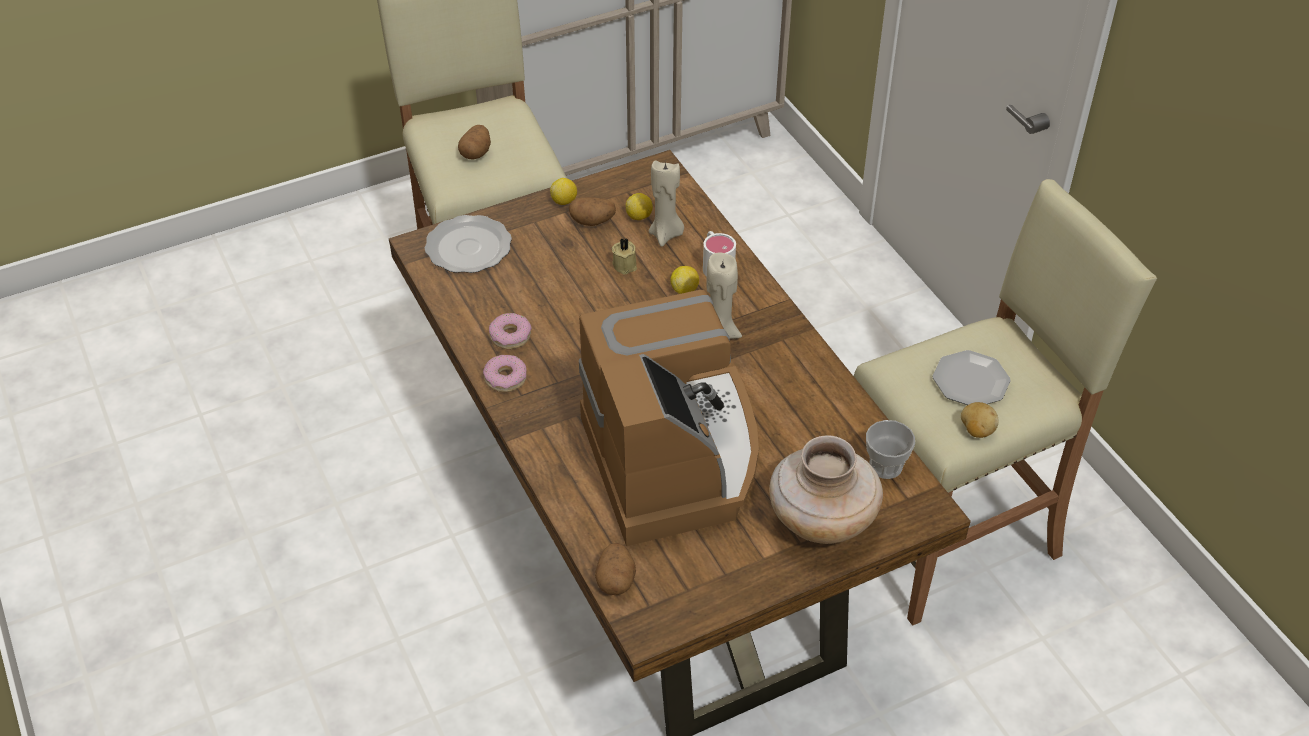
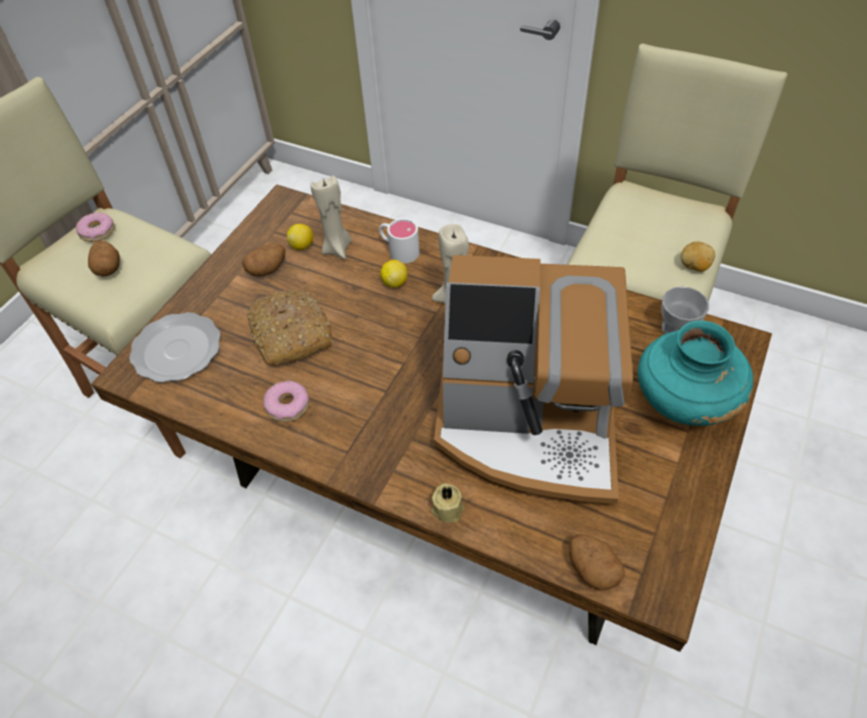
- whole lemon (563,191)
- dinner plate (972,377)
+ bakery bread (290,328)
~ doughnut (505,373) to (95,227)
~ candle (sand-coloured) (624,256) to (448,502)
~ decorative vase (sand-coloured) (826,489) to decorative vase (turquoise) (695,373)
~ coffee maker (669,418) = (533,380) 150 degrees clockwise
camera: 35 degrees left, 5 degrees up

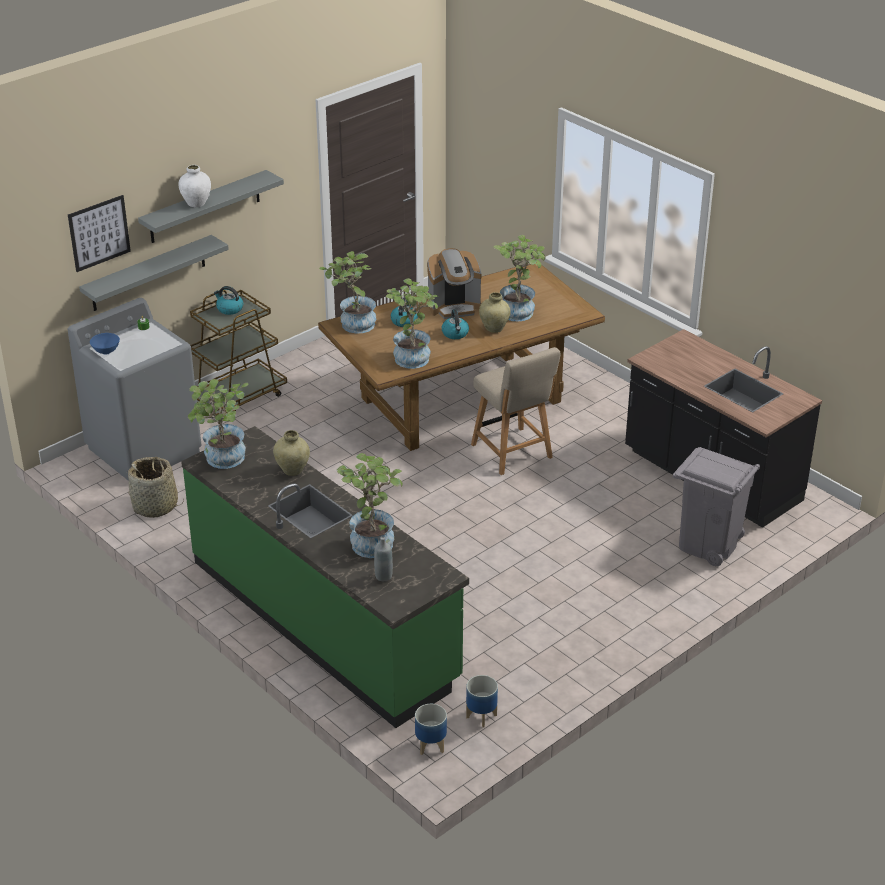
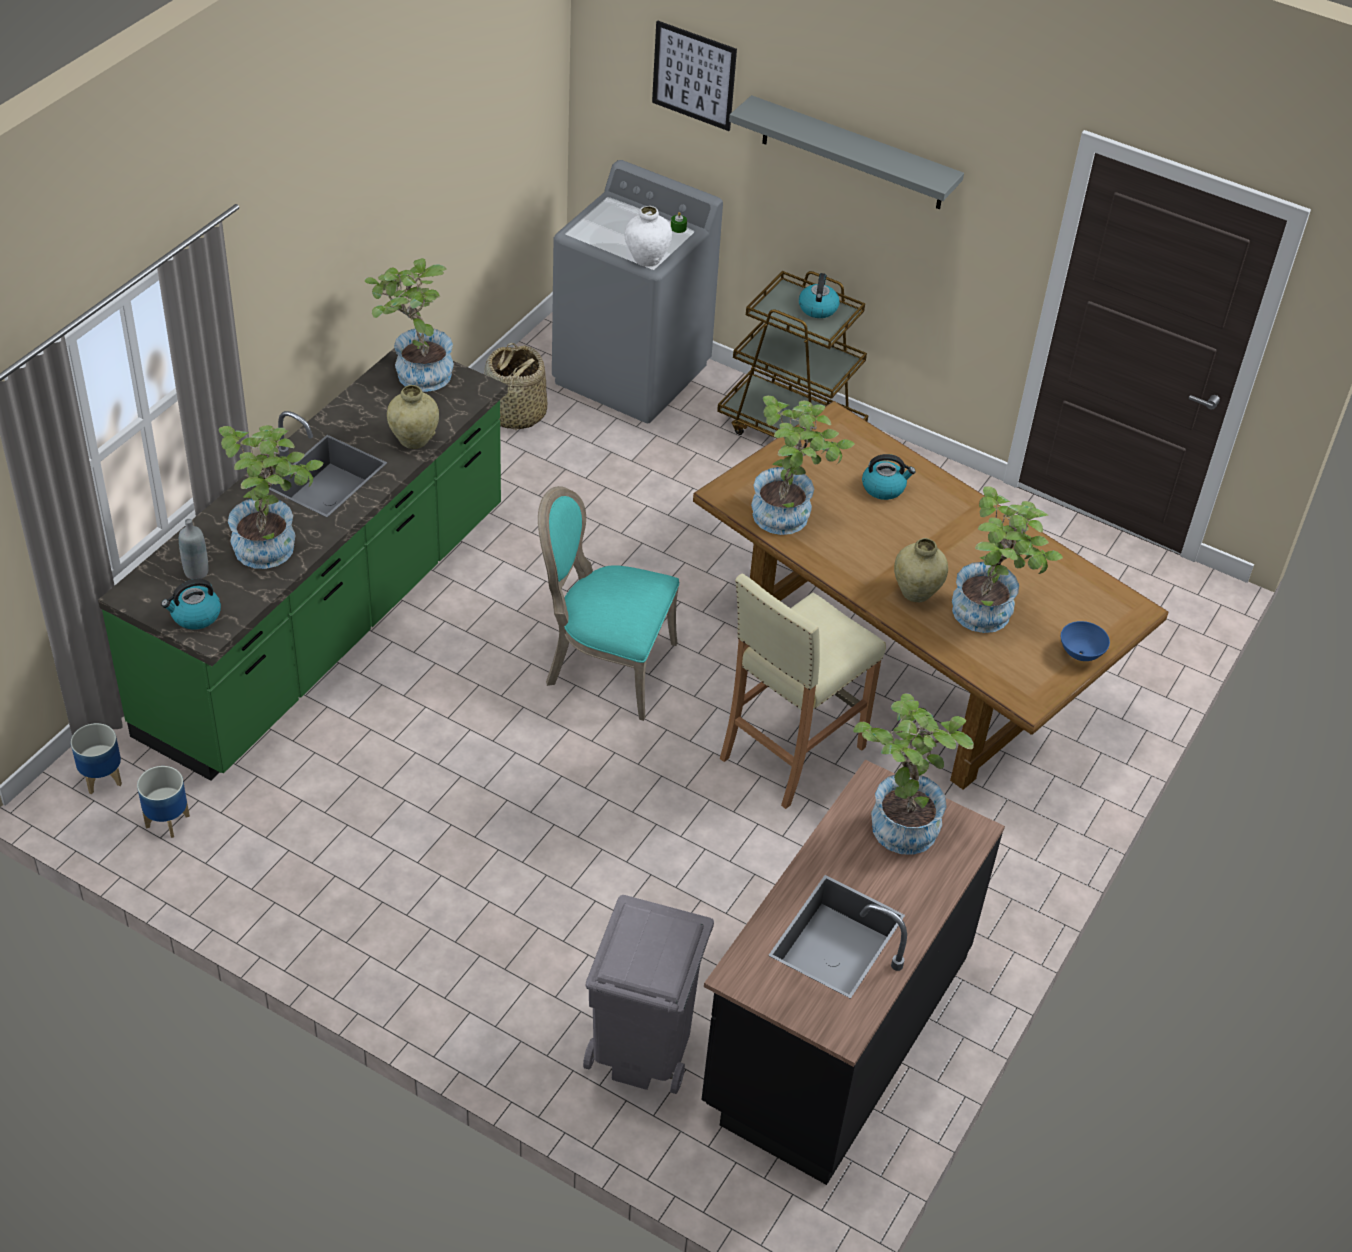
- shelf (grey) (154,273)
- coffee maker (454,283)
+ upright chair (turquoise) (608,603)
~ bowl (blue-coloured) (105,344) to (1085,641)
~ decorative vase (whitish) (194,186) to (648,236)
~ houseplant (347,292) to (913,774)
~ water kettle (455,324) to (191,604)
~ upright chair (sand-coloured) (515,411) to stool seat (sand-coloured) (803,691)
camera: 70 degrees right, 10 degrees up

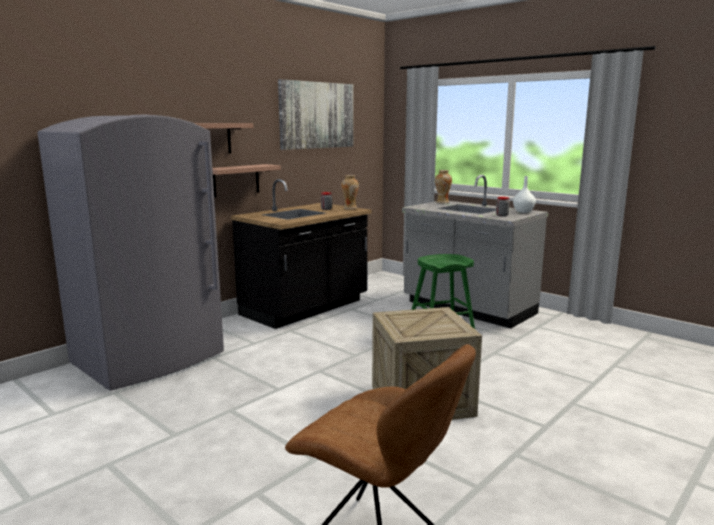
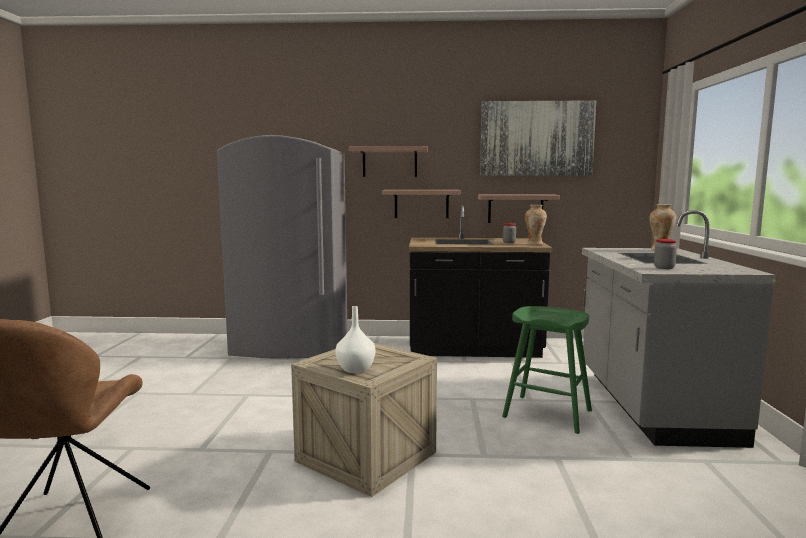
+ shelf (519,208)
~ decorative vase (whitish) (524,194) to (355,339)
camera: 50 degrees right, 5 degrees down

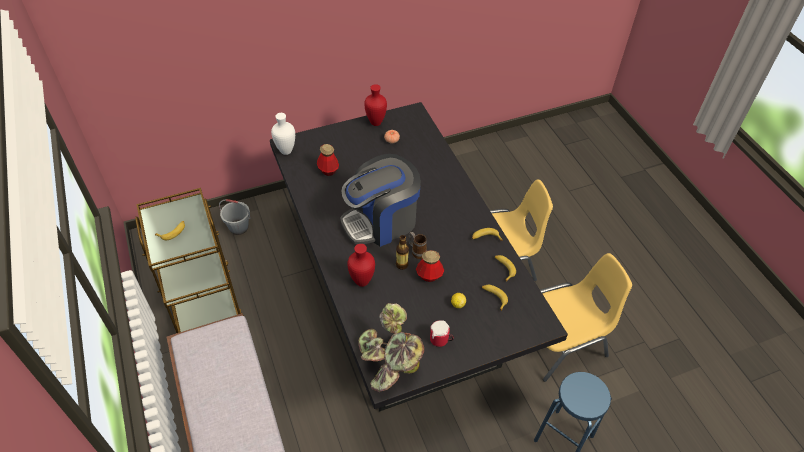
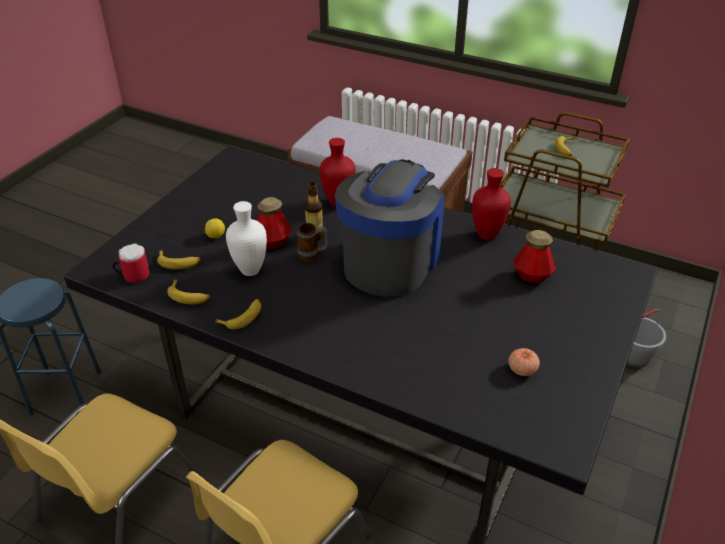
- houseplant (391,347)
~ decorative vase (whitish) (283,134) to (246,238)
~ decorative vase (red) (375,105) to (491,204)
~ tea mug (442,333) to (130,263)
camera: 140 degrees right, 10 degrees down

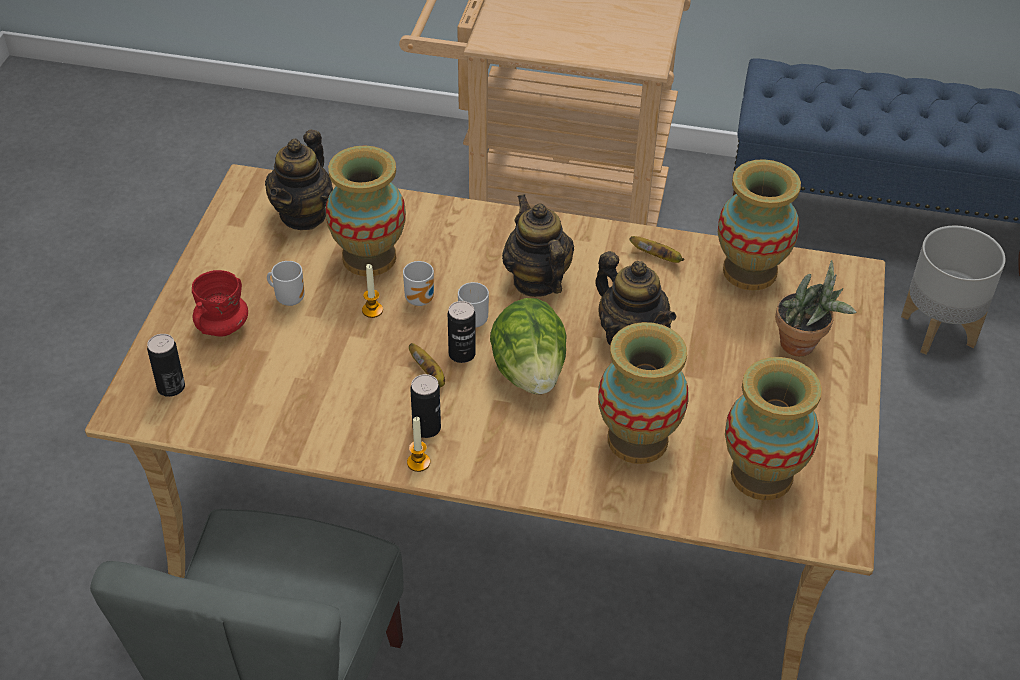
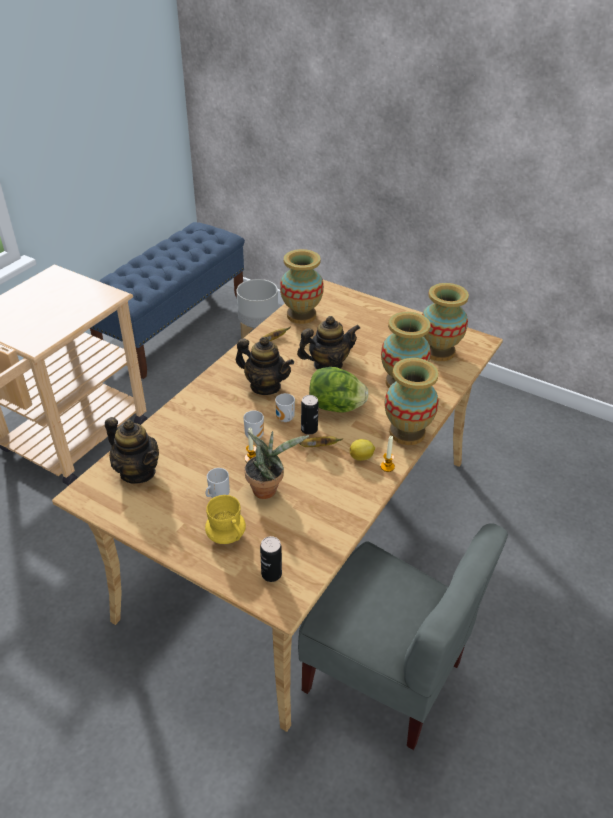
~ decorative vase (366,211) to (412,401)
~ houseplant (815,308) to (276,465)
~ can (425,406) to whole lemon (362,450)
~ tea mug (red) (220,303) to tea mug (yellowish) (225,519)
~ pot for tea (538,245) = (265,366) 150 degrees counterclockwise
camera: 70 degrees left, 5 degrees down

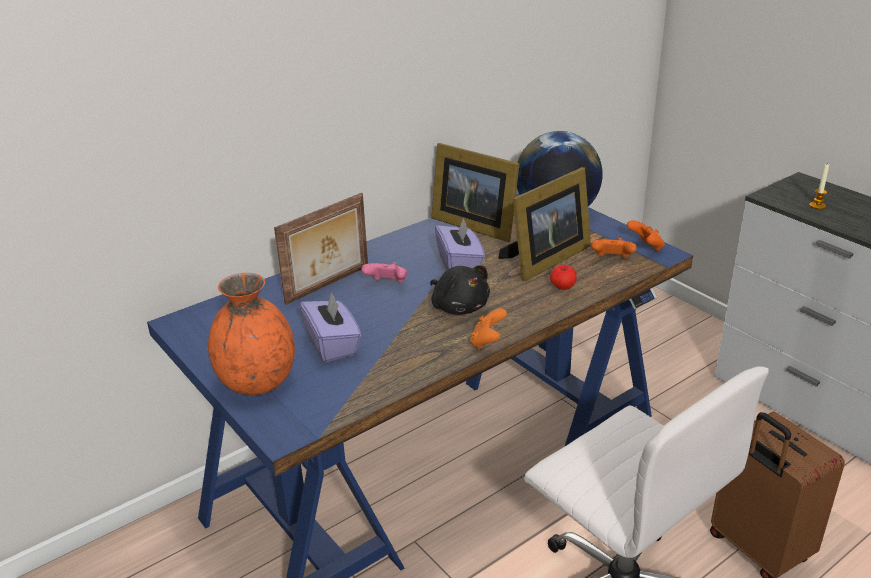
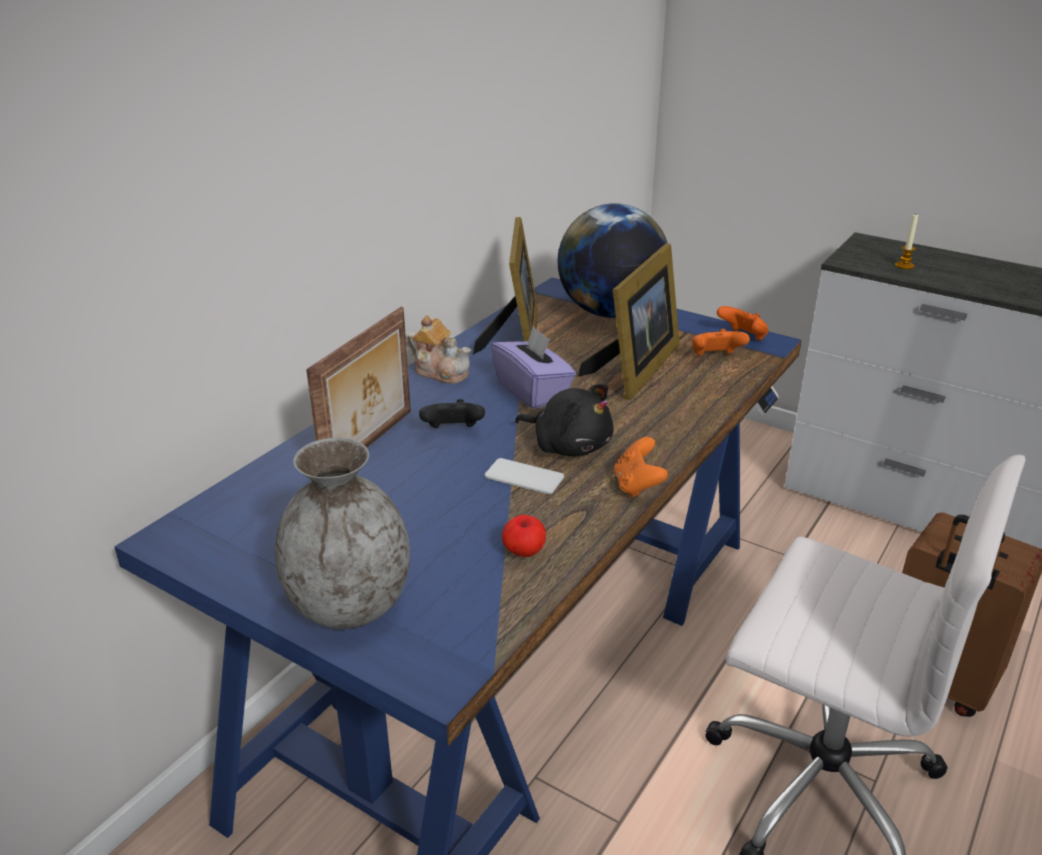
- tissue box (purple-coloured) (330,327)
+ pot for tea (438,349)
+ telephone (524,476)
~ apple fruit (563,277) to (524,536)
~ decorative vase (orangey) (251,334) to decorative vase (grey) (342,533)
~ game controller (pink-coloured) (384,272) to game controller (black) (452,413)
~ photo frame (475,192) = (505,285) 105 degrees counterclockwise
camera: 20 degrees left, 0 degrees up

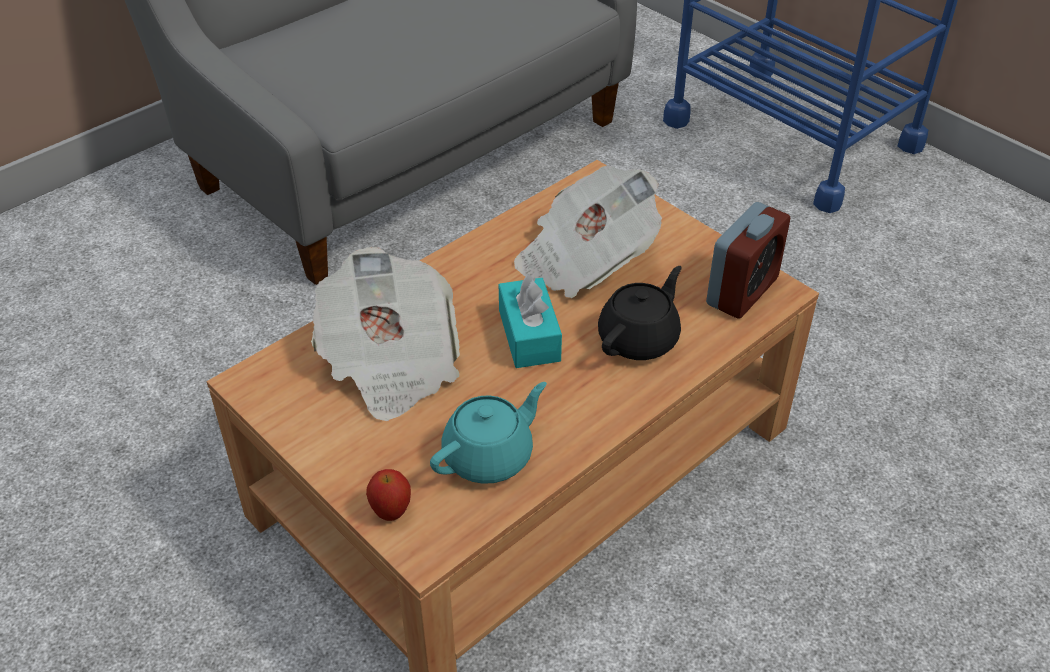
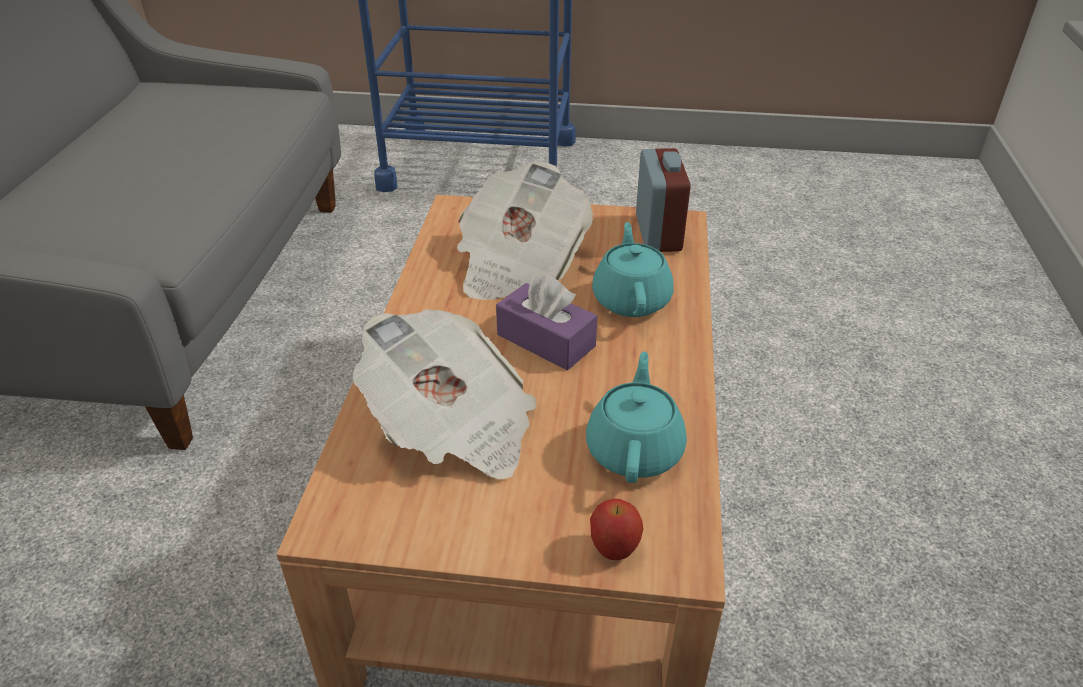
~ tissue box (turquoise) (530,321) to tissue box (purple-coloured) (546,322)
~ pot for tea (black) (640,313) to pot for tea (turquoise) (633,269)
camera: 40 degrees left, 5 degrees down

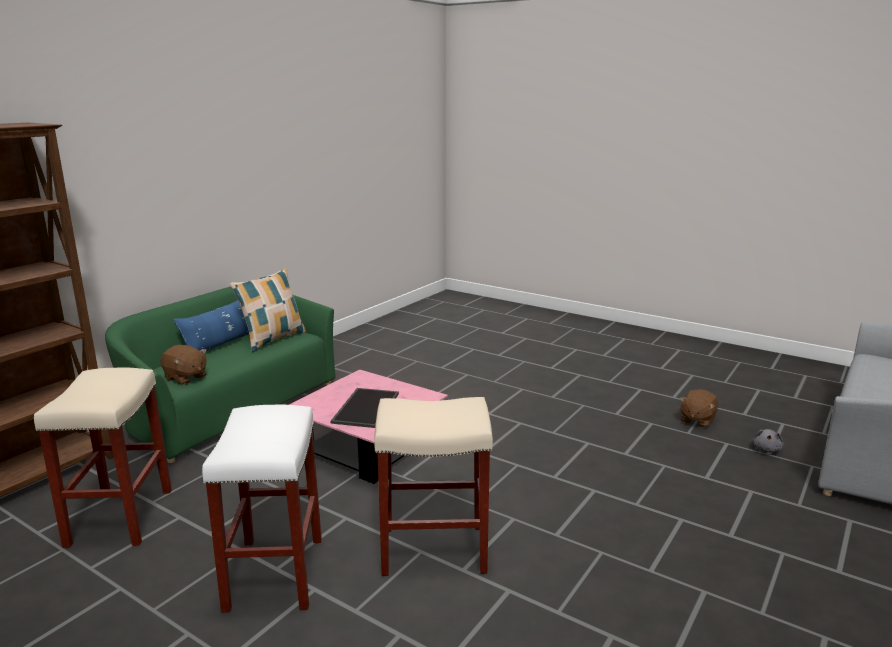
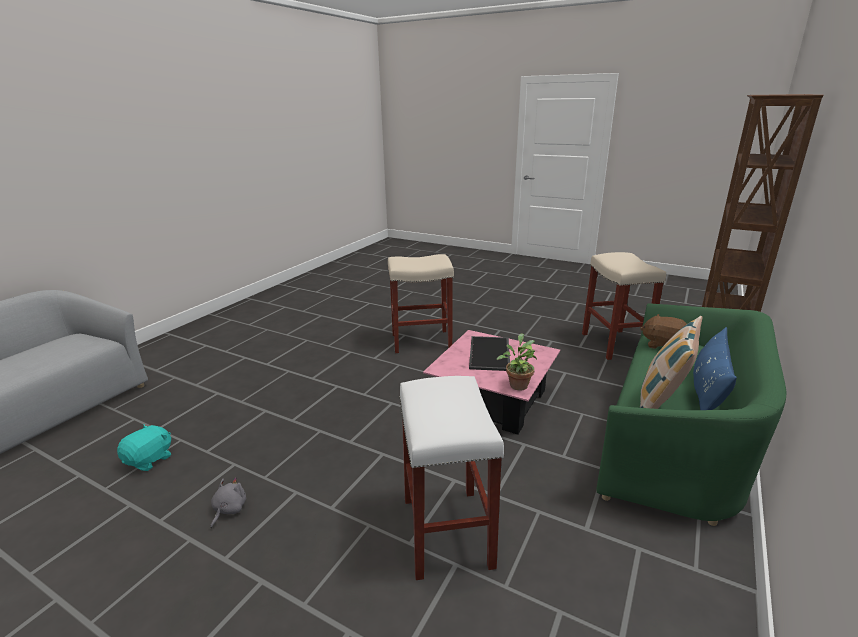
+ houseplant (517,362)
~ stool seat (whitish) (262,509) to (451,478)
~ cuddly toy (grey) (768,441) to (228,502)
~ cuddly toy (brownish) (698,408) to cuddly toy (turquoise) (144,447)
camera: 175 degrees right, 5 degrees up

